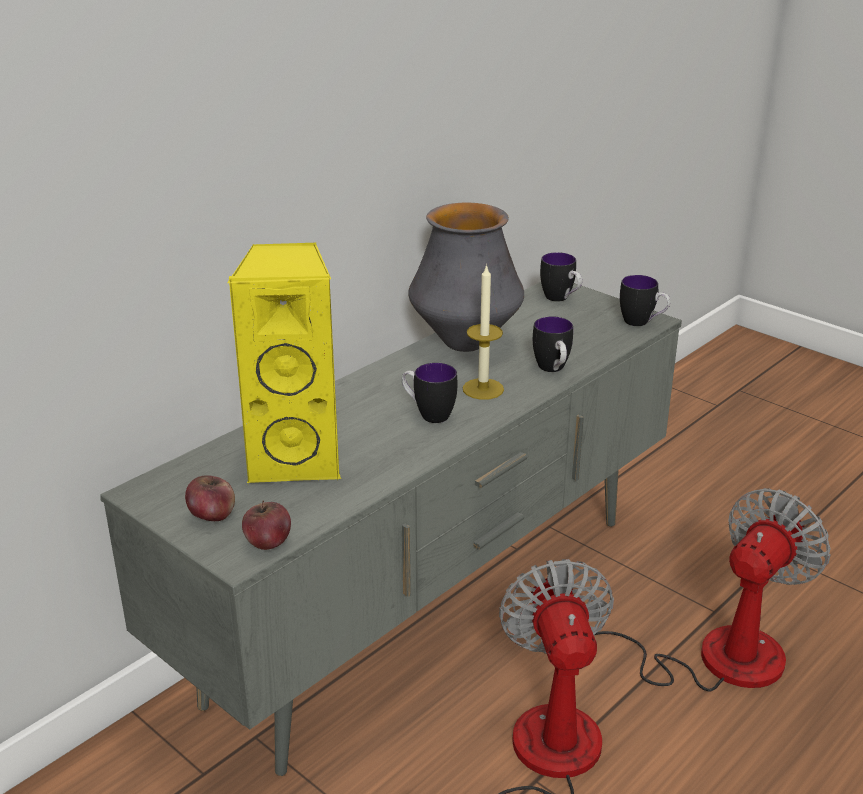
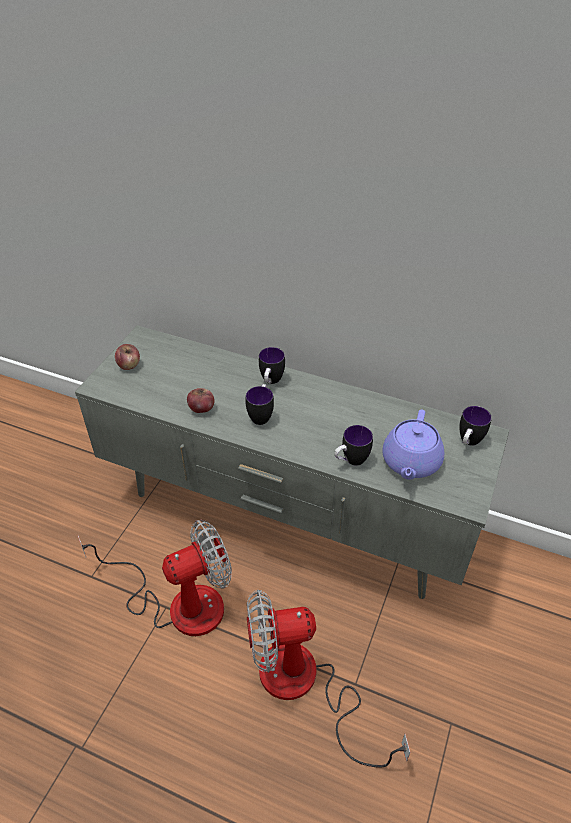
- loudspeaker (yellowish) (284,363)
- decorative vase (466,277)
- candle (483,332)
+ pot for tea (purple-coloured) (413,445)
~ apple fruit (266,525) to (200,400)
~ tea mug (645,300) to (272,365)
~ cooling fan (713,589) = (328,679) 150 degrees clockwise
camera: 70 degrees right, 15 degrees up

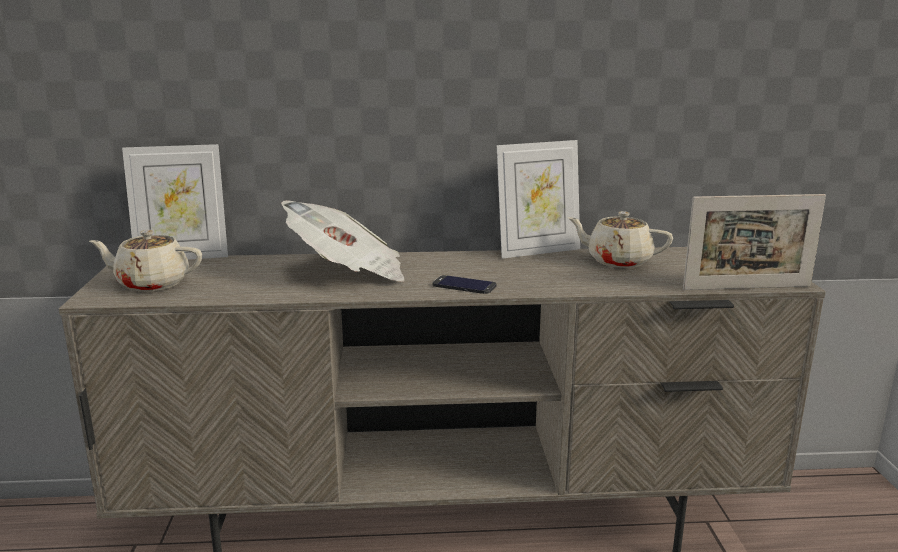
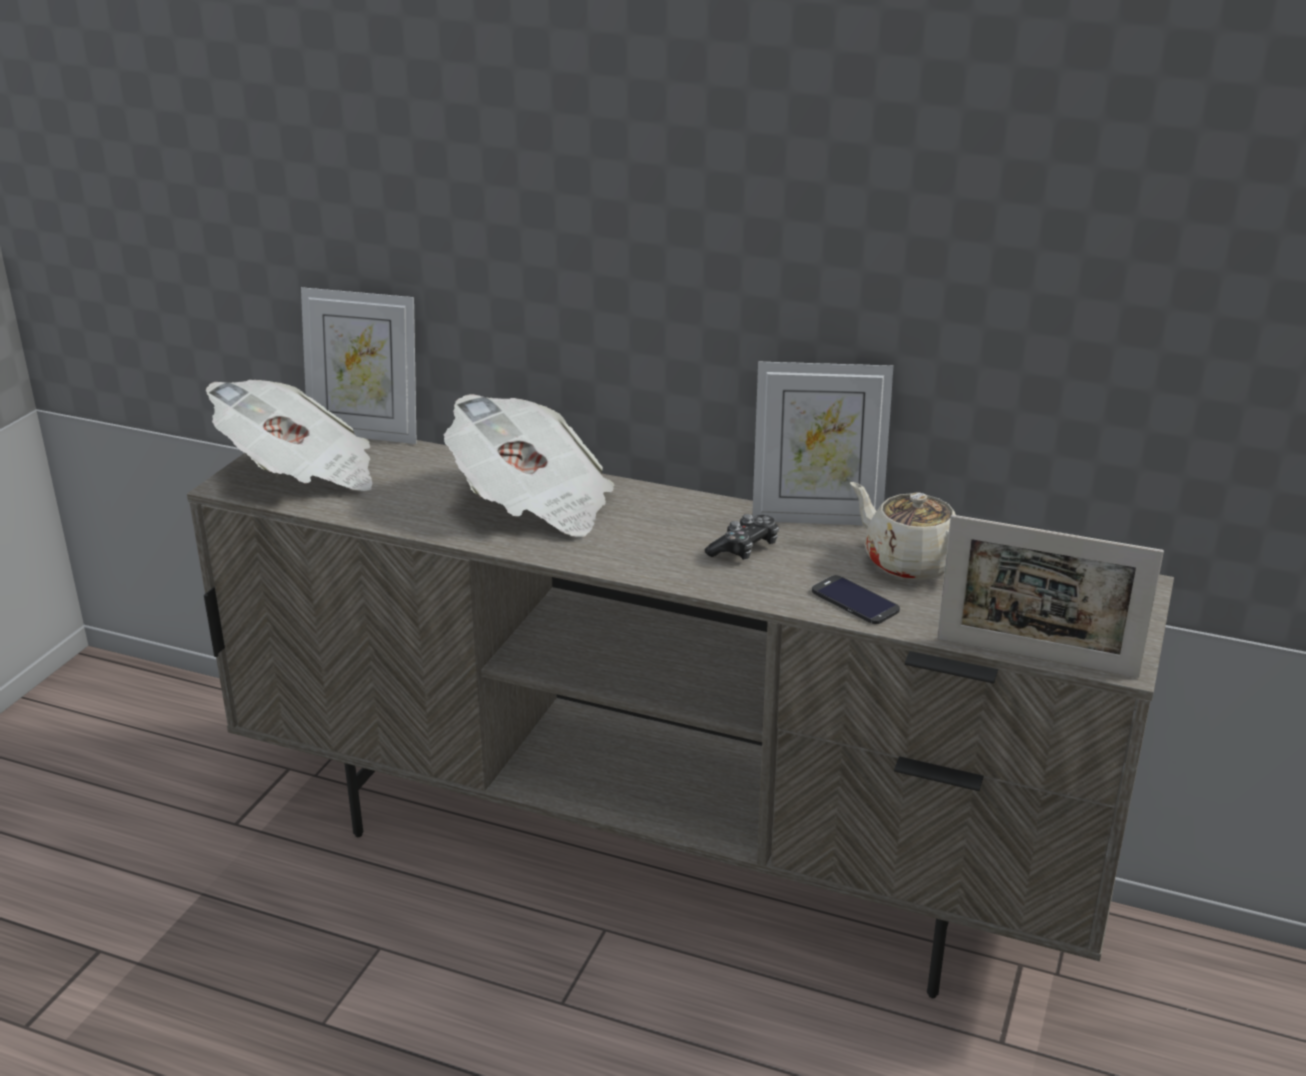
+ game controller (742,537)
~ telephone (464,284) to (856,599)
~ pot for tea (sand-coloured) (145,261) to daily paper (289,435)
camera: 25 degrees right, 10 degrees up

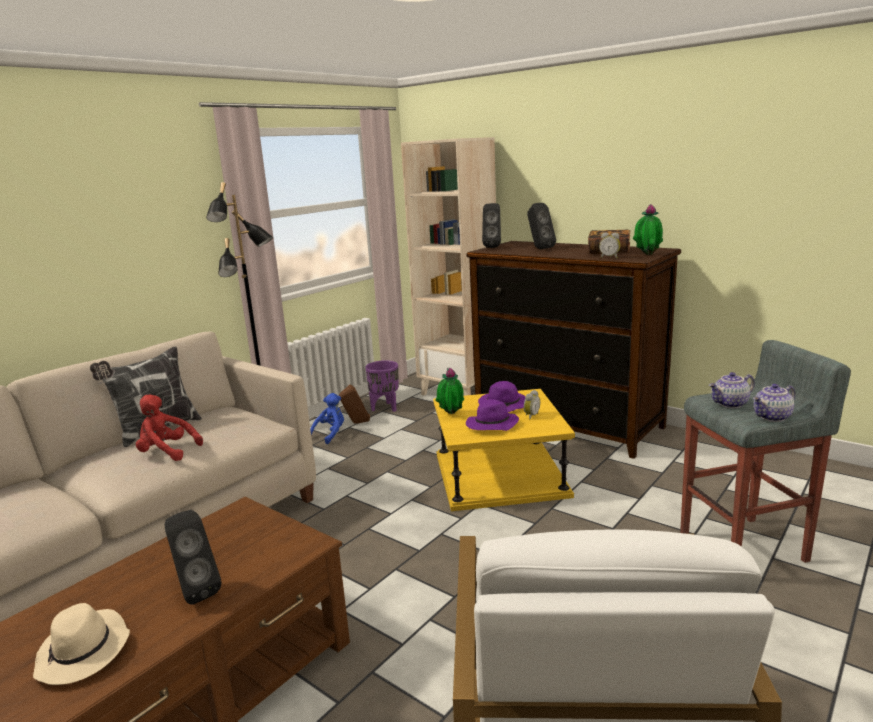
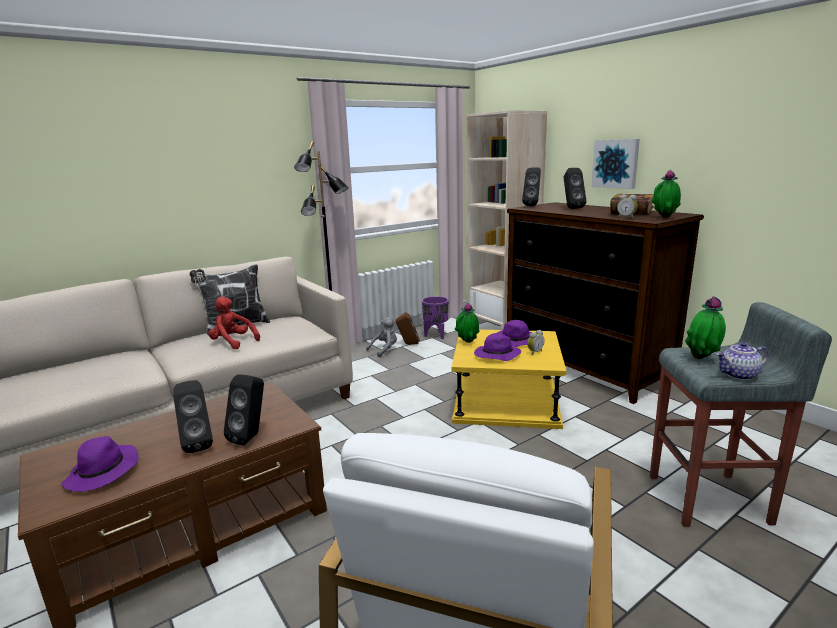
+ loudspeaker (black) (244,410)
+ picture (615,164)
~ pot for tea (732,390) to houseplant (705,327)
~ hat (sand-coloured) (81,644) to hat (purple-coloured) (99,464)
~ cuddly toy (blue-coloured) (327,418) to cuddly toy (grey) (381,337)
camera: 15 degrees right, 0 degrees up

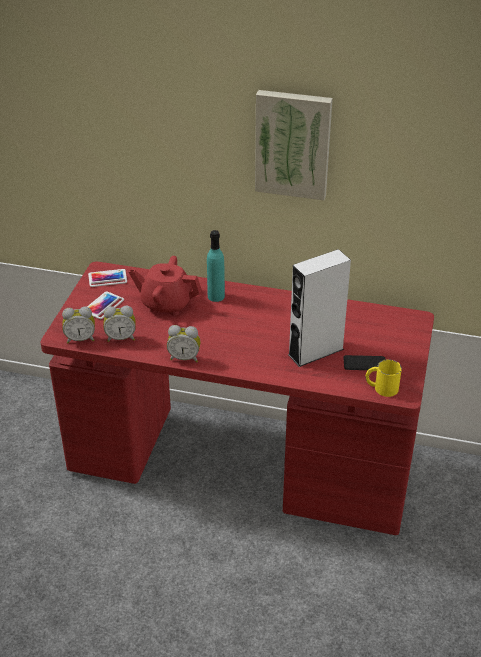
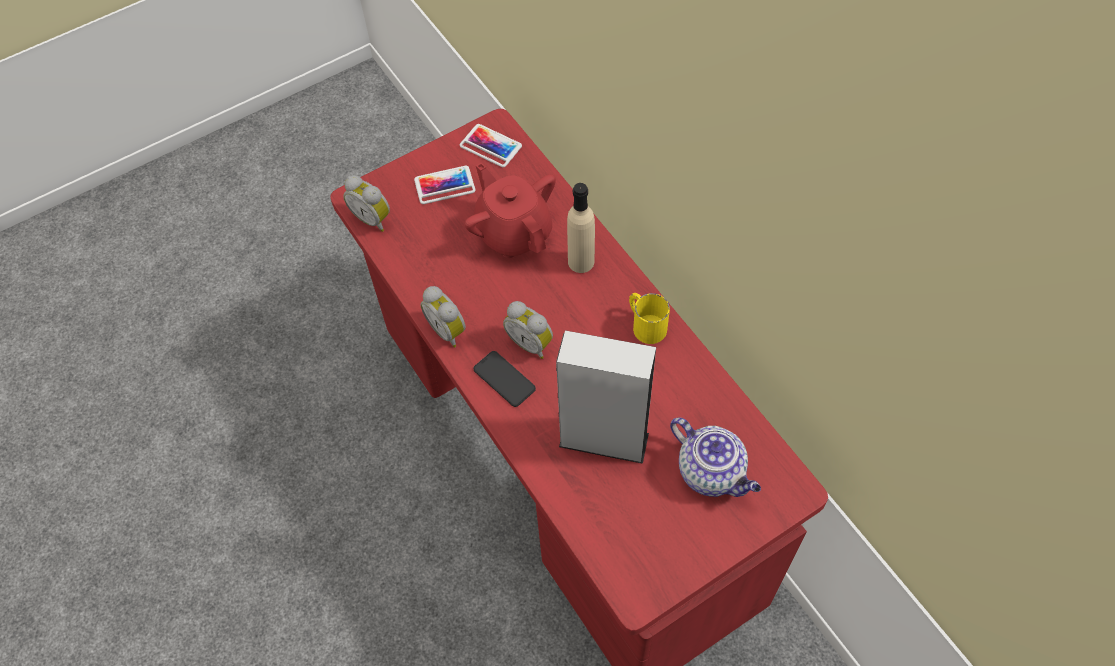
- picture (294,145)
+ pot for tea (715,457)
~ bedside clock (119,323) to (528,330)
~ telephone (364,362) to (504,379)
~ tea mug (yellowish) (384,378) to (649,318)
~ bottle (turquoise) (216,266) to bottle (sand-coloured) (581,228)
camera: 45 degrees right, 20 degrees up

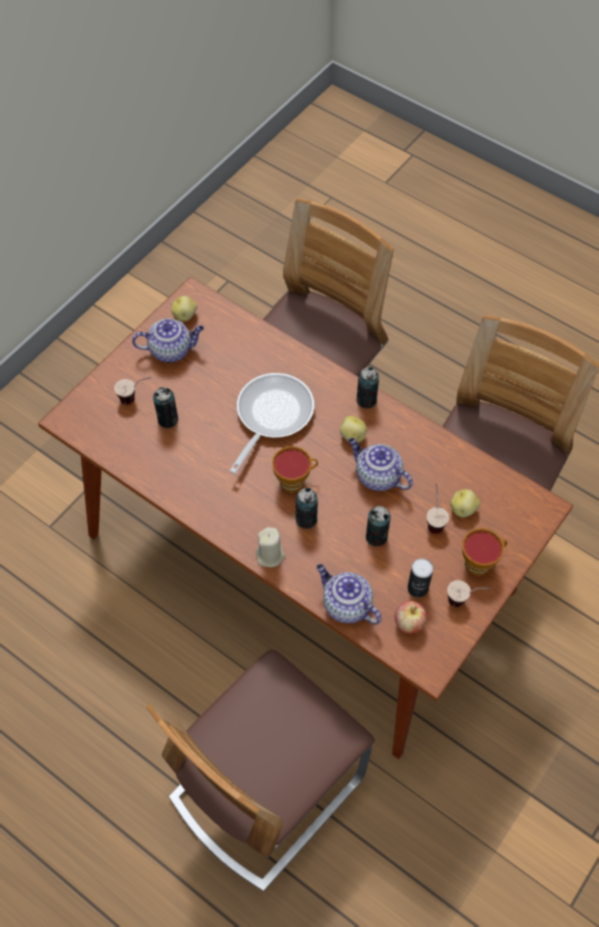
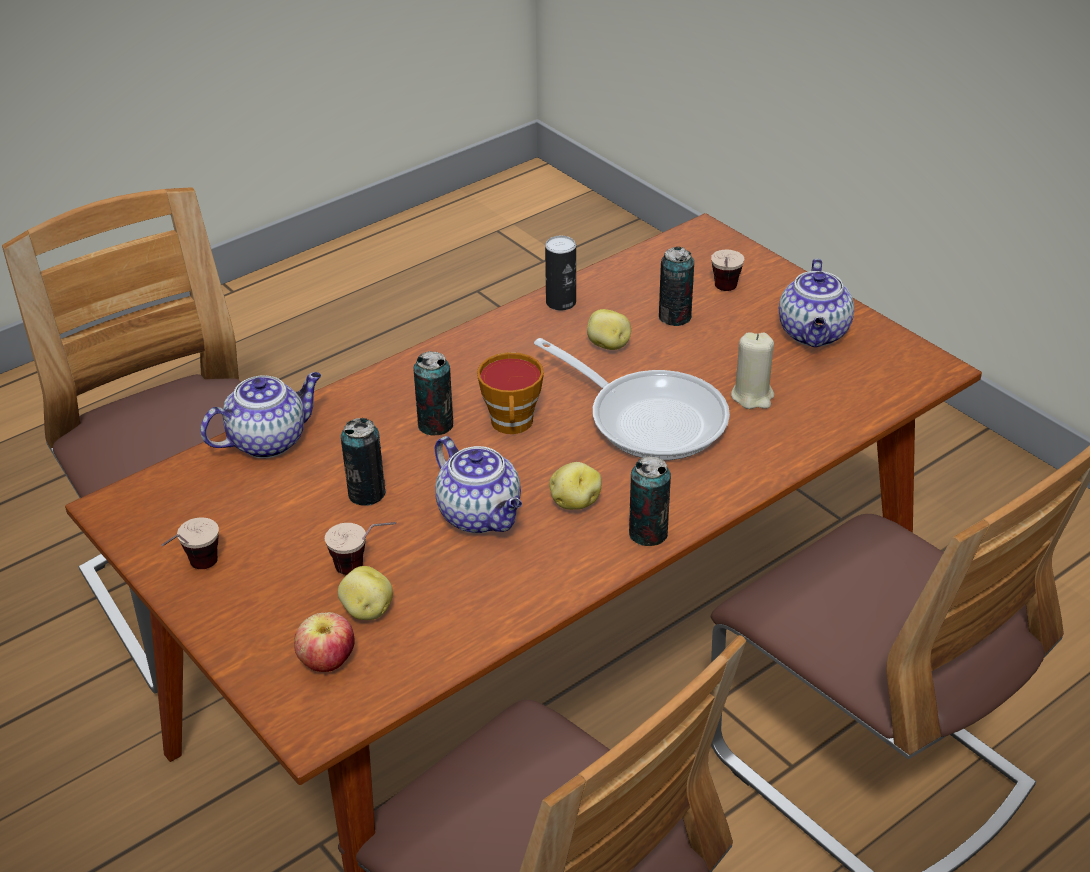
- small cup (484,552)
~ potato (184,309) to (609,329)
~ candle (sand-coloured) (270,547) to (752,370)
~ apple fruit (411,617) to (324,642)
~ can (420,578) to (560,273)
~ pot for tea (380,464) = (478,484) 90 degrees clockwise
camera: 105 degrees right, 20 degrees down

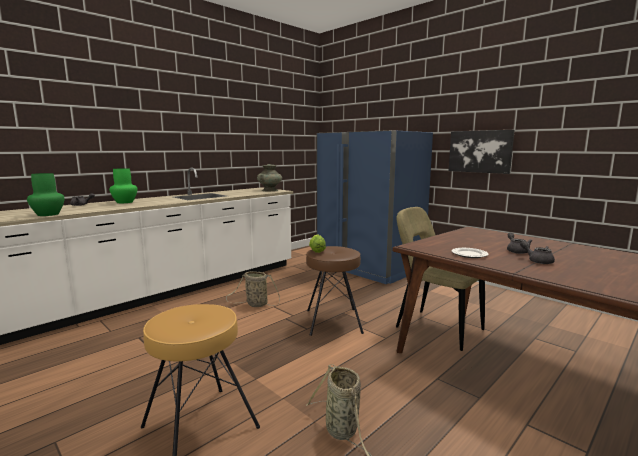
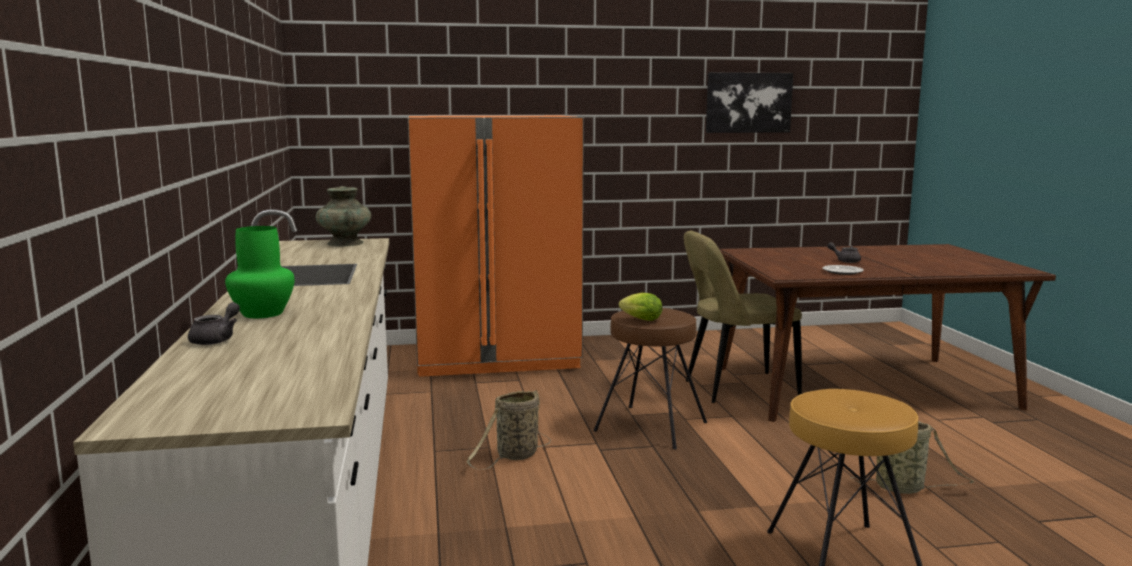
- decorative vase (green) (46,194)
- pot for tea (grey) (537,252)
~ picture (481,152) to (749,102)
~ kitchen fridge (blue-coloured) (375,207) to kitchen fridge (orangey) (496,246)
camera: 55 degrees left, 0 degrees up

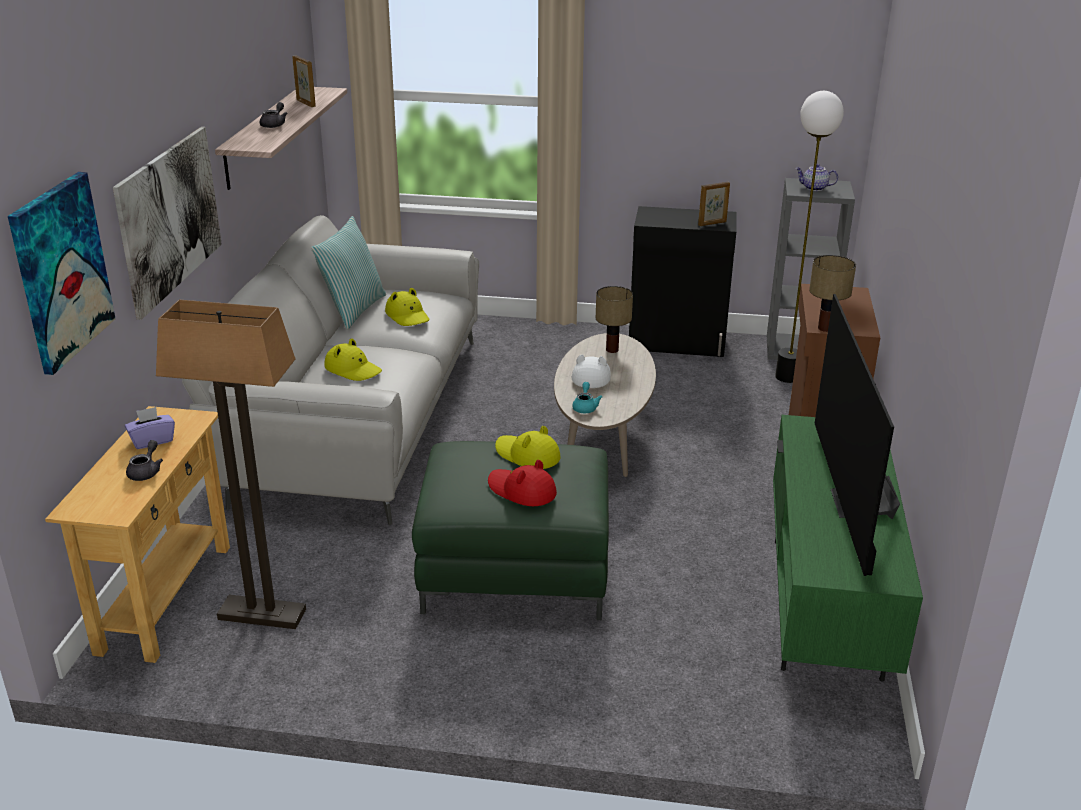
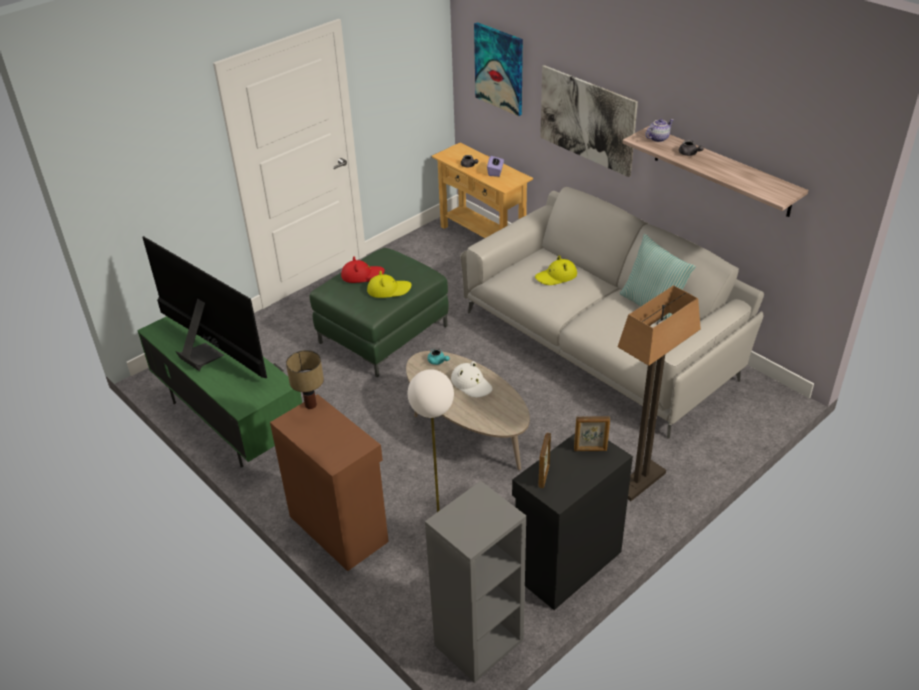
- hat (yellowish) (407,307)
- table lamp (614,319)
~ standard lamp (231,464) to (659,393)
~ photo frame (304,81) to (592,433)
~ pot for tea (816,177) to (659,130)
camera: 130 degrees right, 10 degrees up

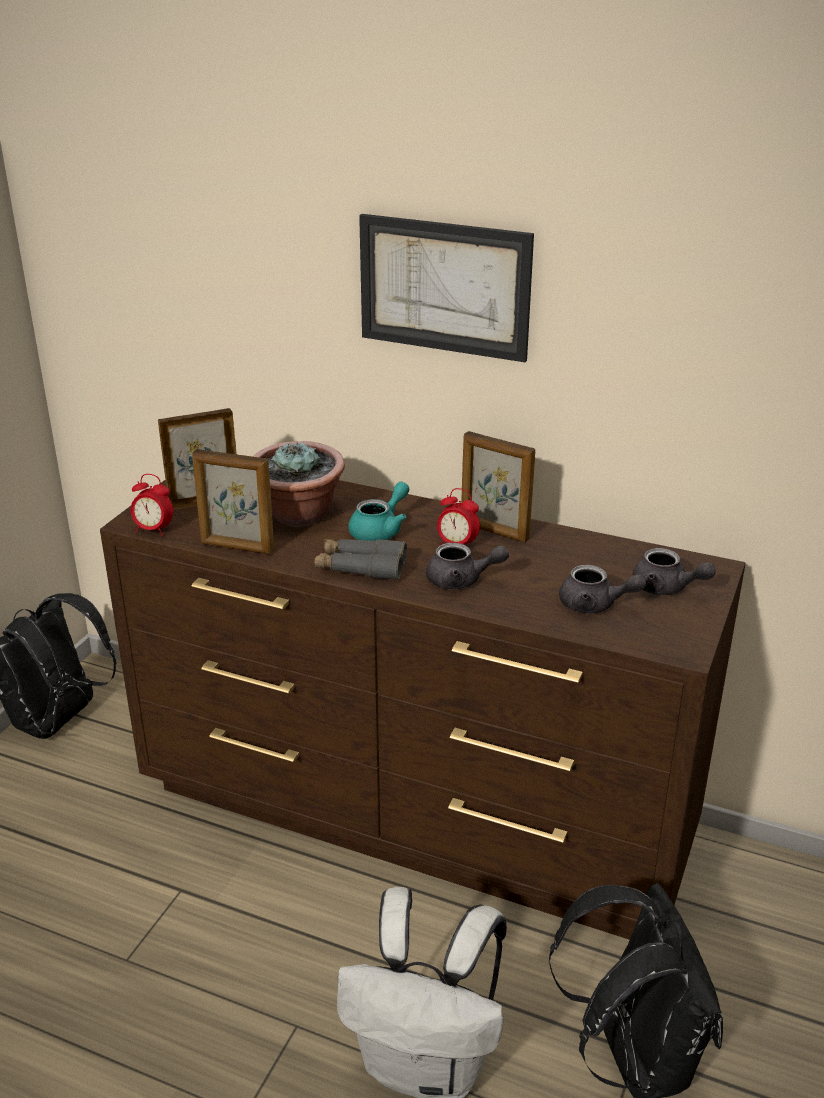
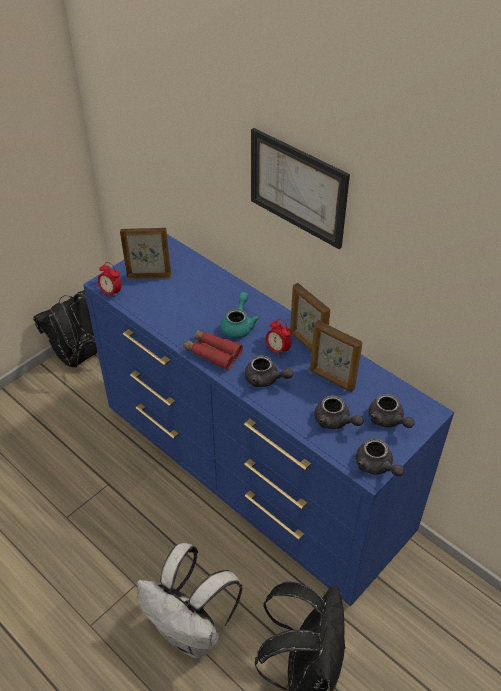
- houseplant (299,484)
+ pot for tea (grey) (380,457)
~ photo frame (233,502) to (336,356)
~ drawer chest (brownish) (423,709) to drawer chest (blue-coloured) (268,420)
~ field glasses (grey) (360,559) to field glasses (red) (213,350)
~ pot for tea (turquoise) (378,511) = (240,315) 45 degrees counterclockwise
camera: 20 degrees right, 15 degrees up

